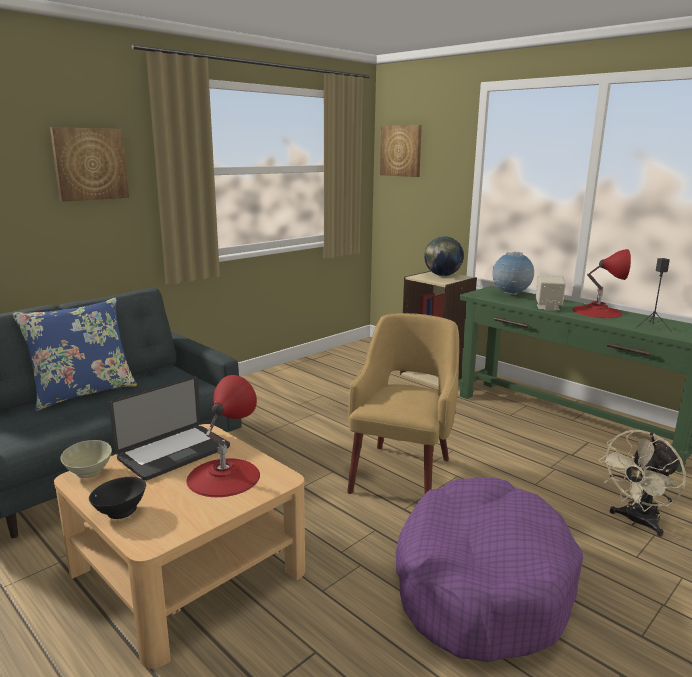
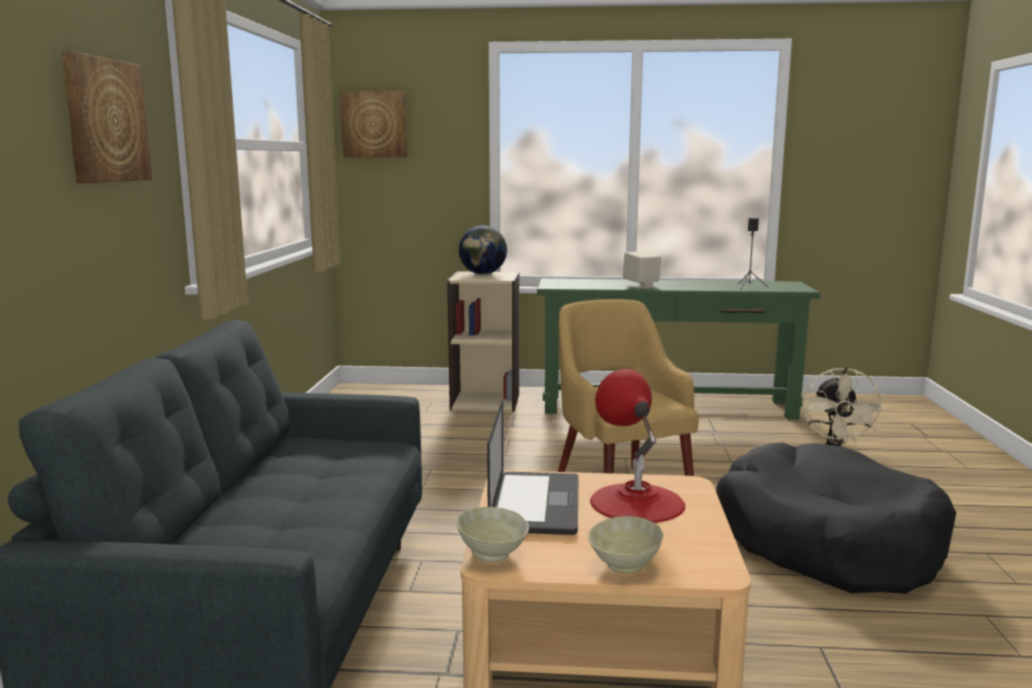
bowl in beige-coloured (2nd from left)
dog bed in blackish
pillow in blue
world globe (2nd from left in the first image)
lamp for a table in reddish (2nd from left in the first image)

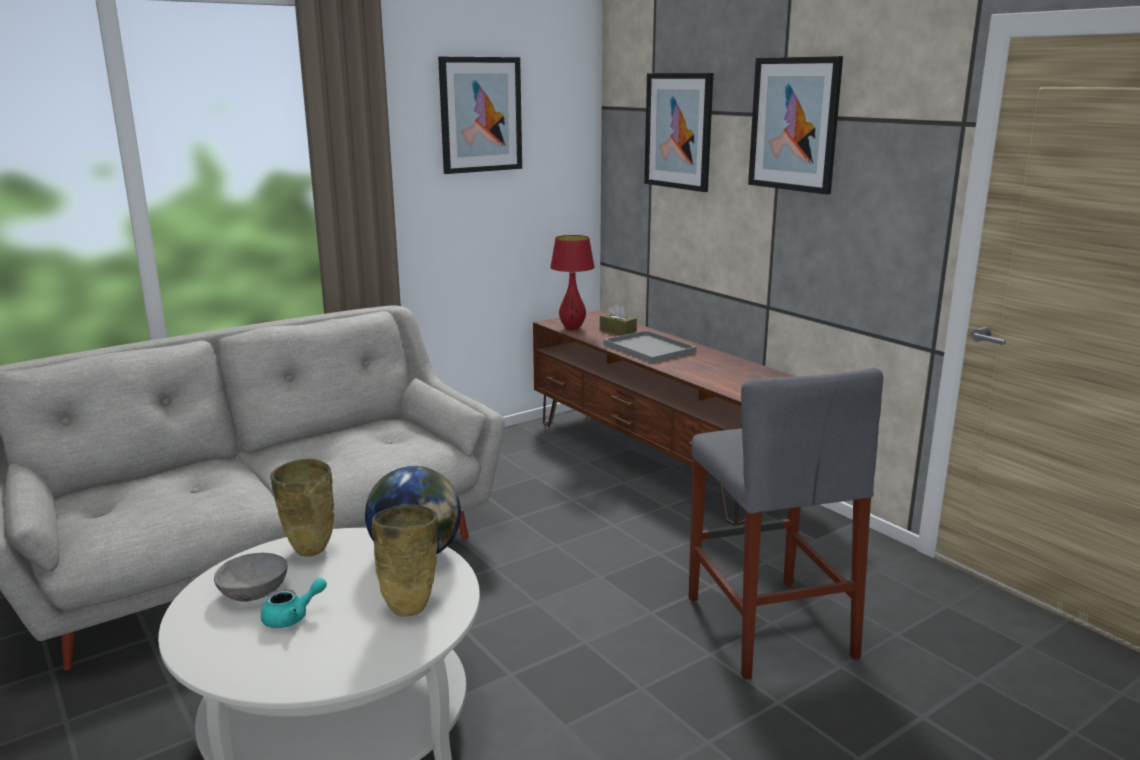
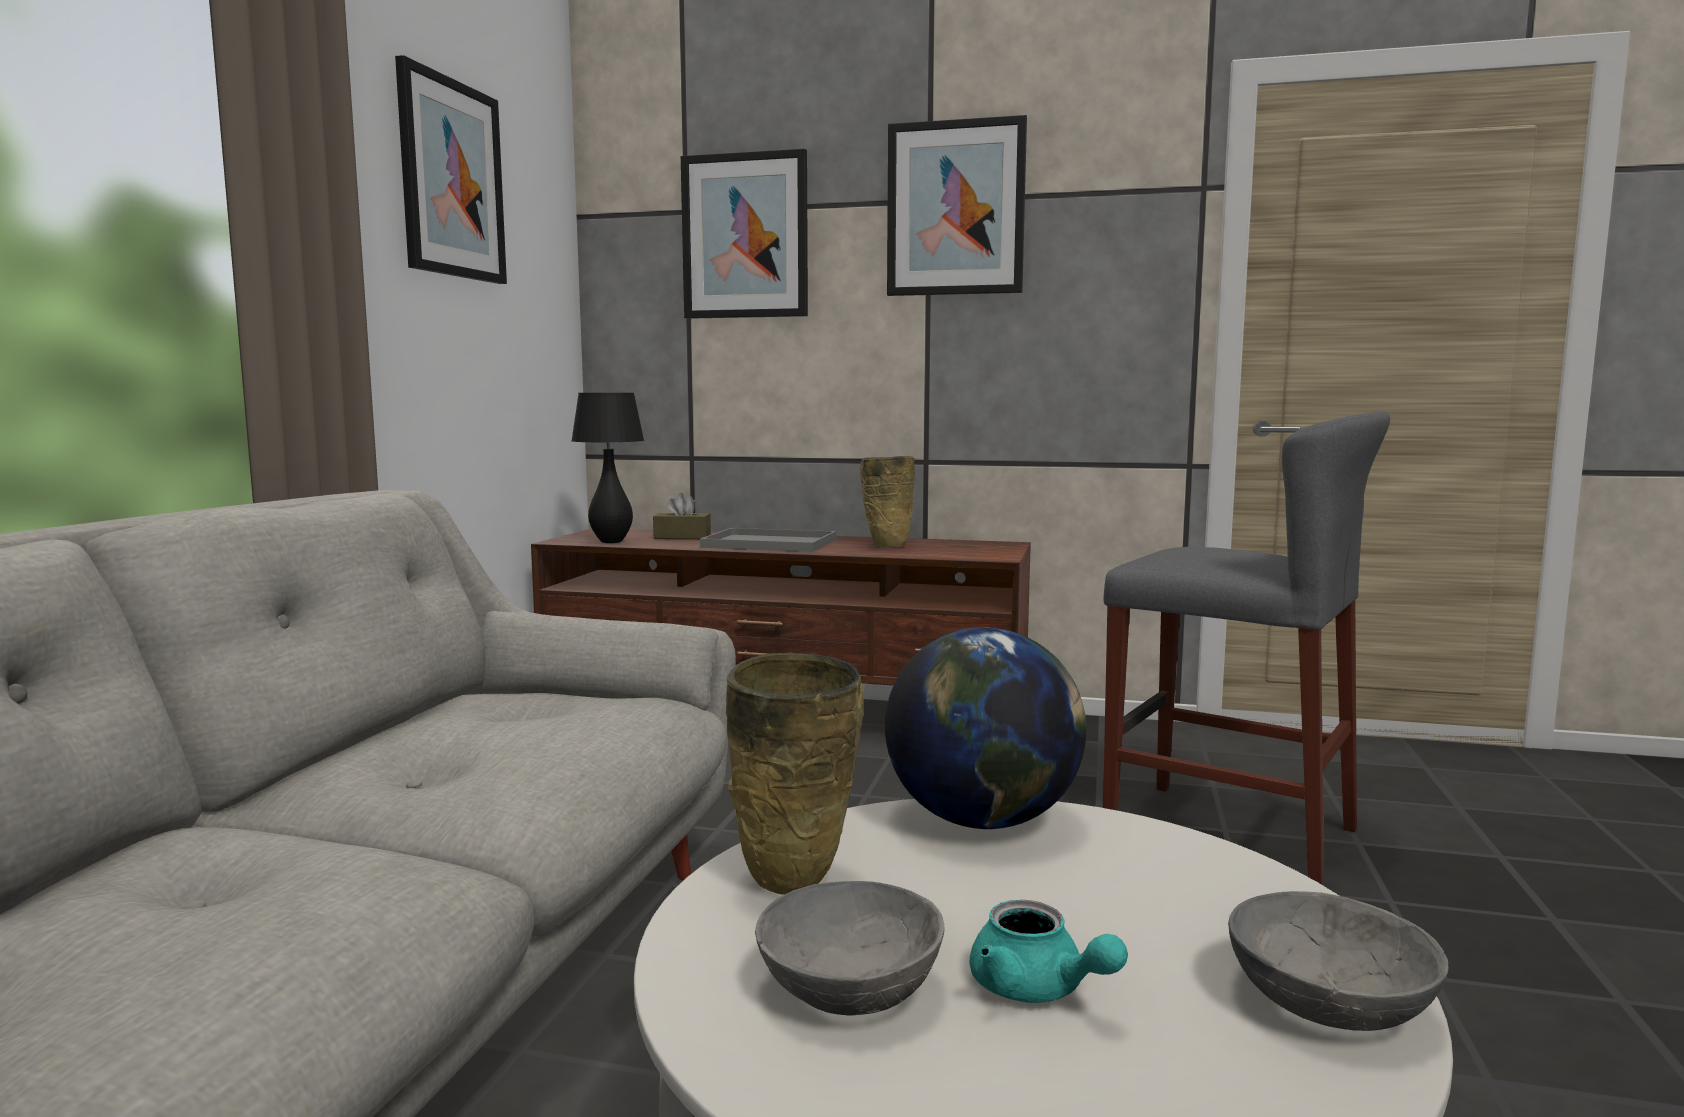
lamp for a table in blackish
flower vase in beige-coloured (2nd from left)
tea pot in turquoise-coloured
bowl in gray (2nd from left)

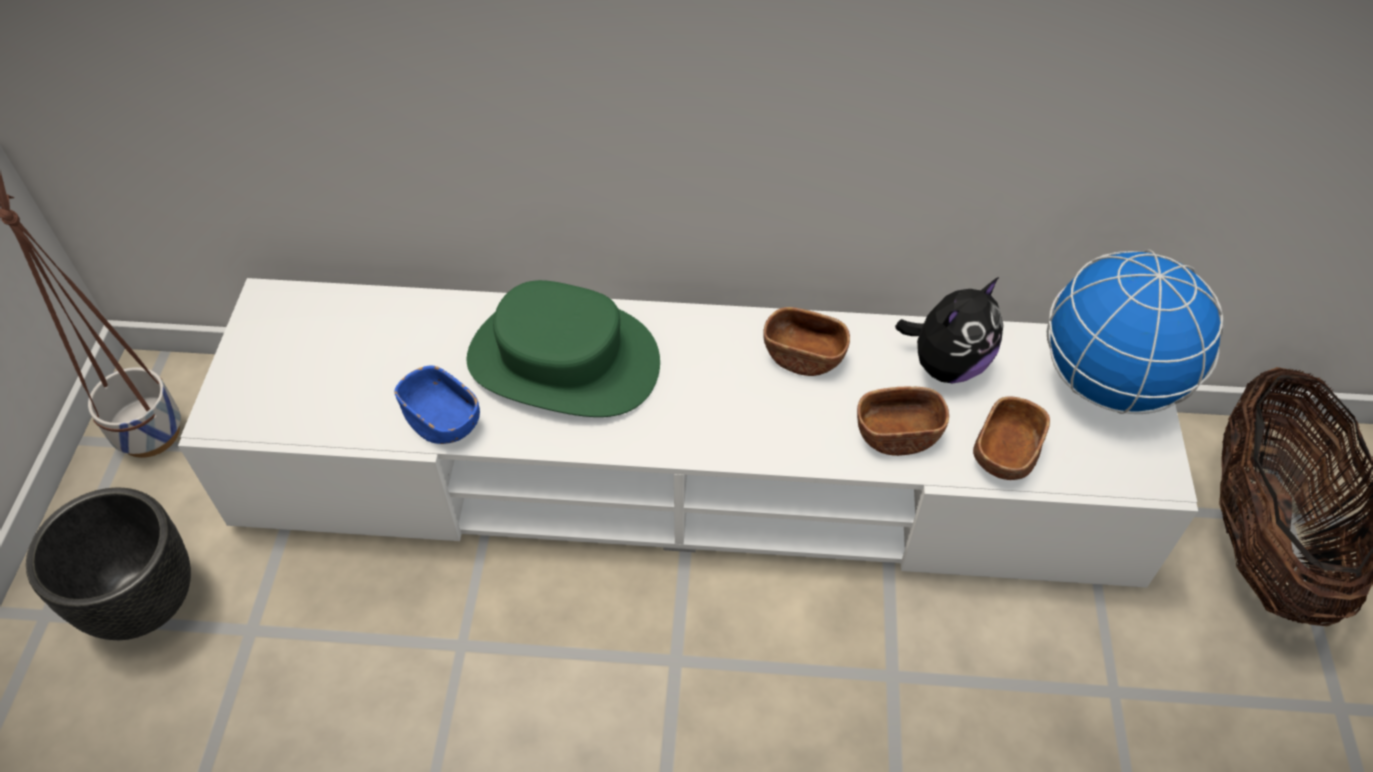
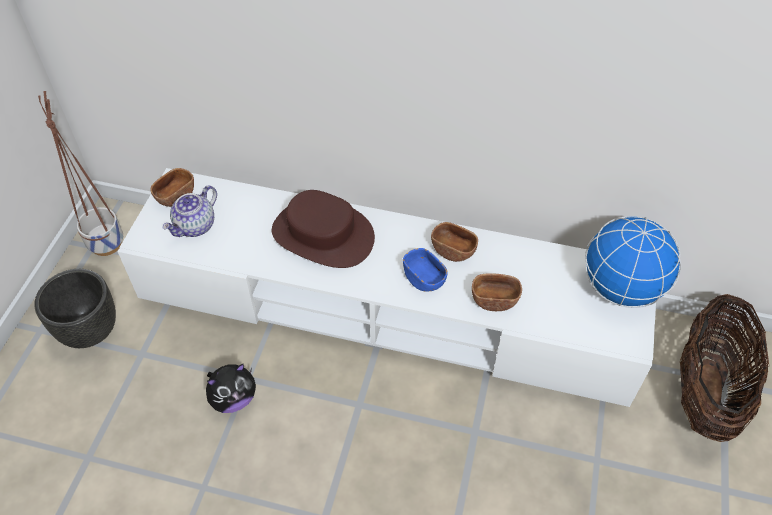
bowl in brown-coloured (1st from left)
tea pot
soft toy
clothing hat in brown-coloured
bowl in blue

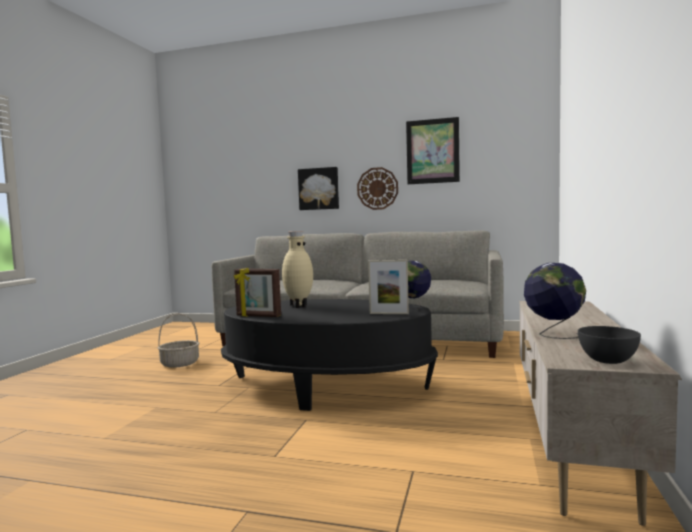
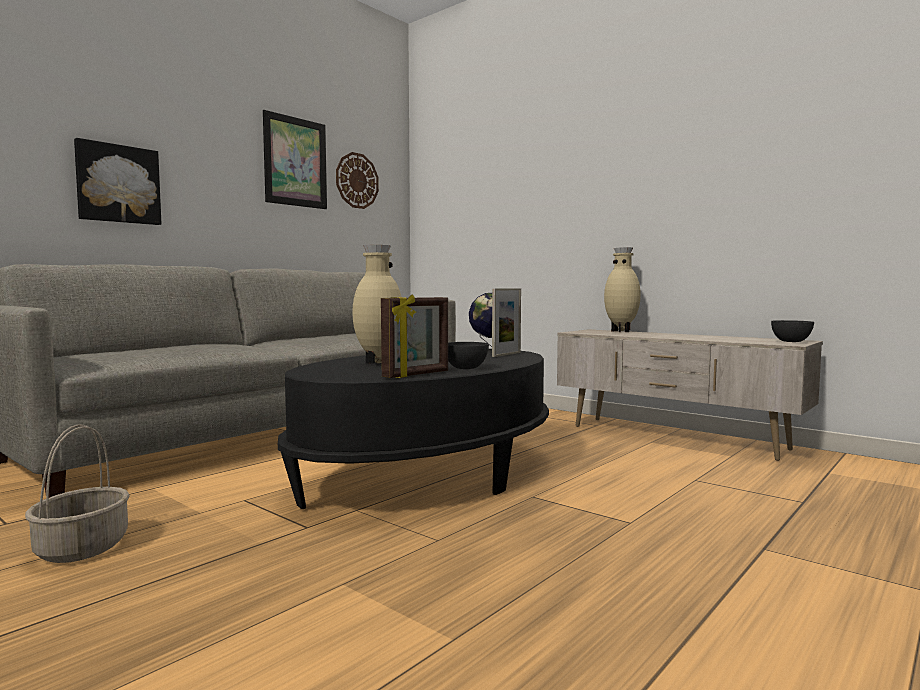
clock on the wall
bowl in gray (1st from left)
flower vase in beige-coloured (2nd from left)
world globe (2nd from left in the first image)

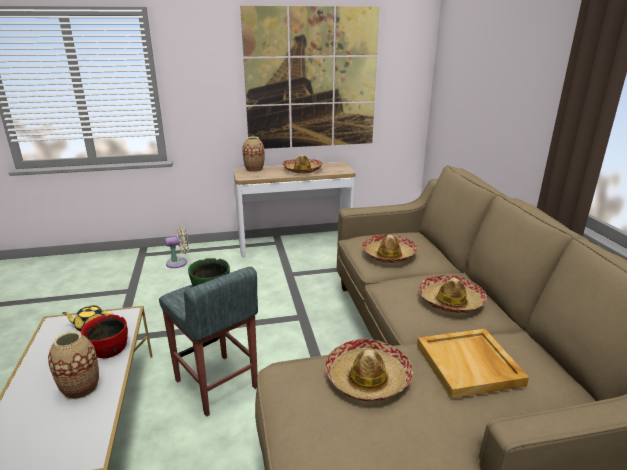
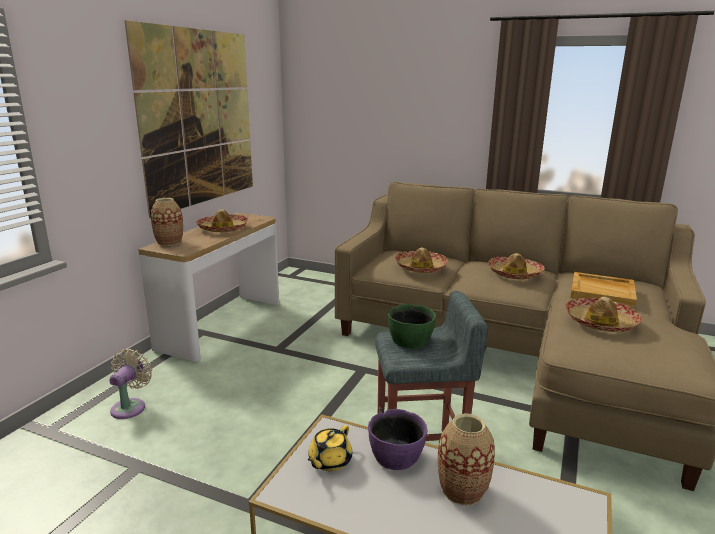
bowl in purple

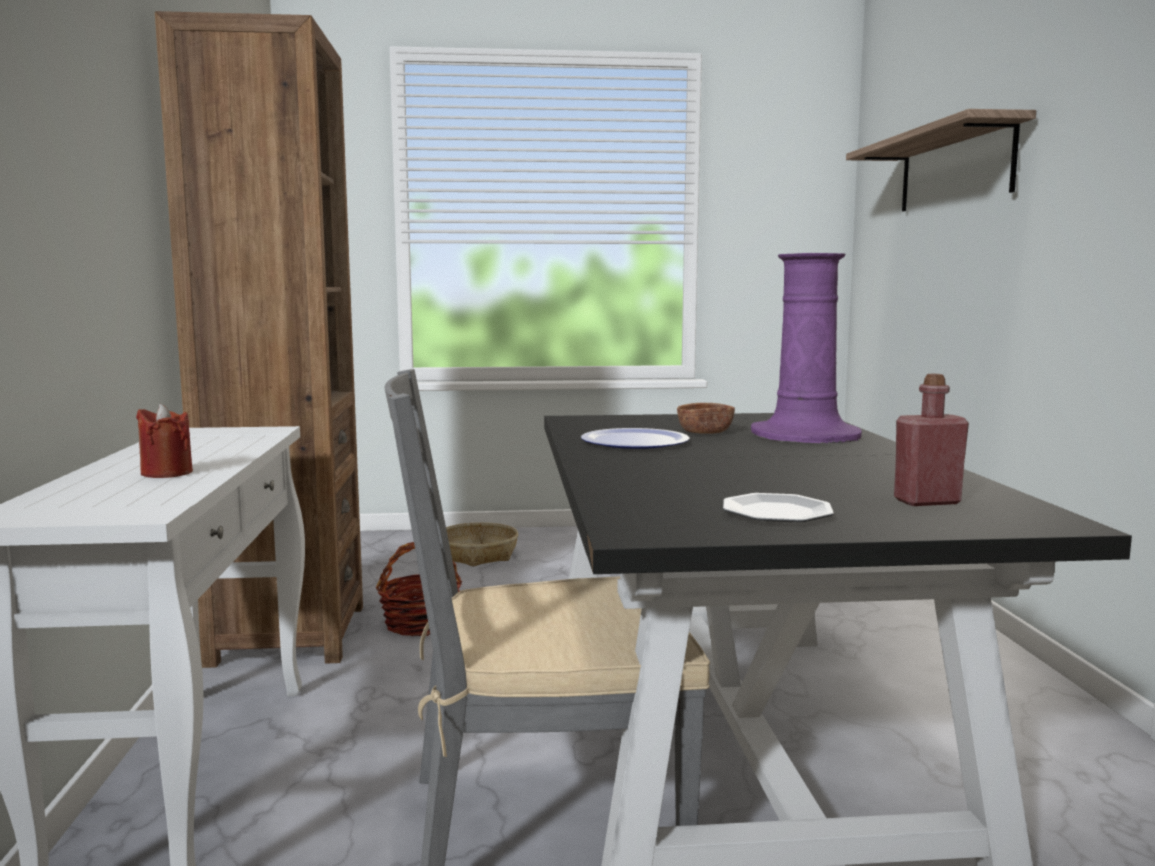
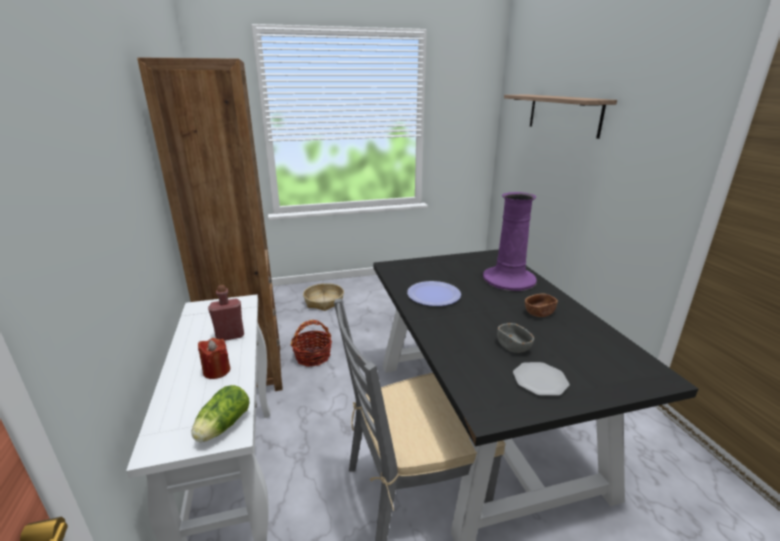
lettuce
beverage bottle in reddish
bowl in gray
bowl in brown-coloured

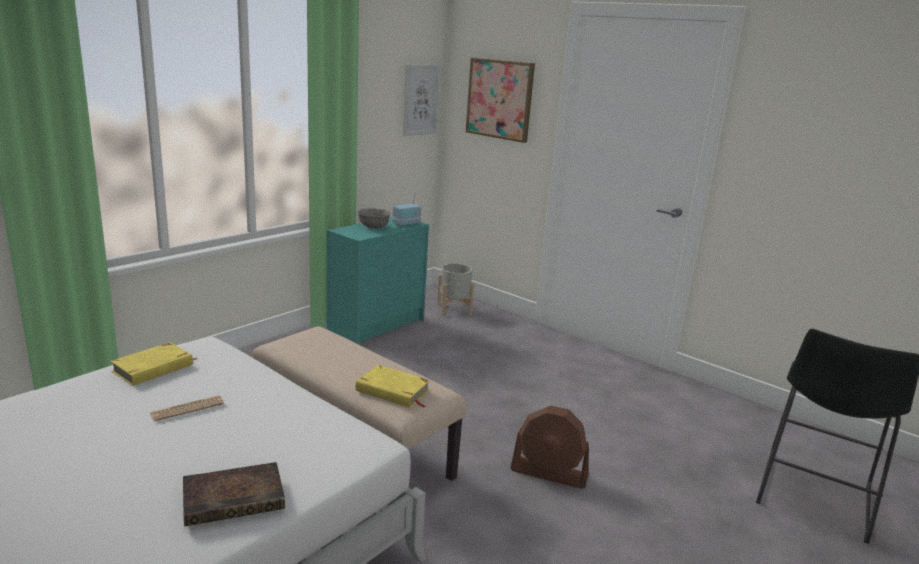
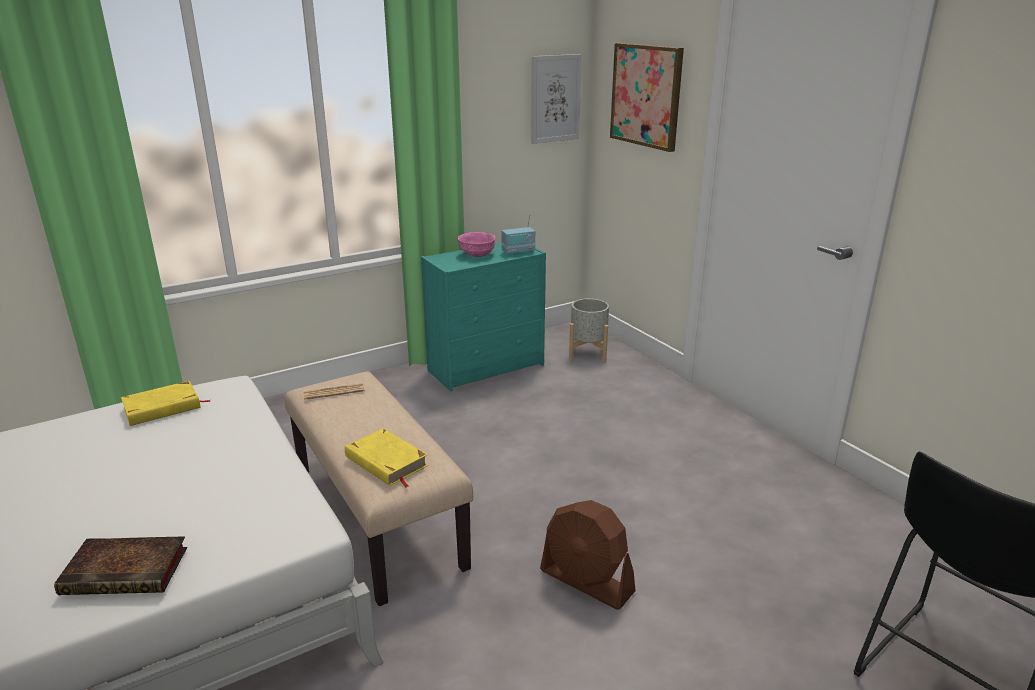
daily paper
bowl in pink

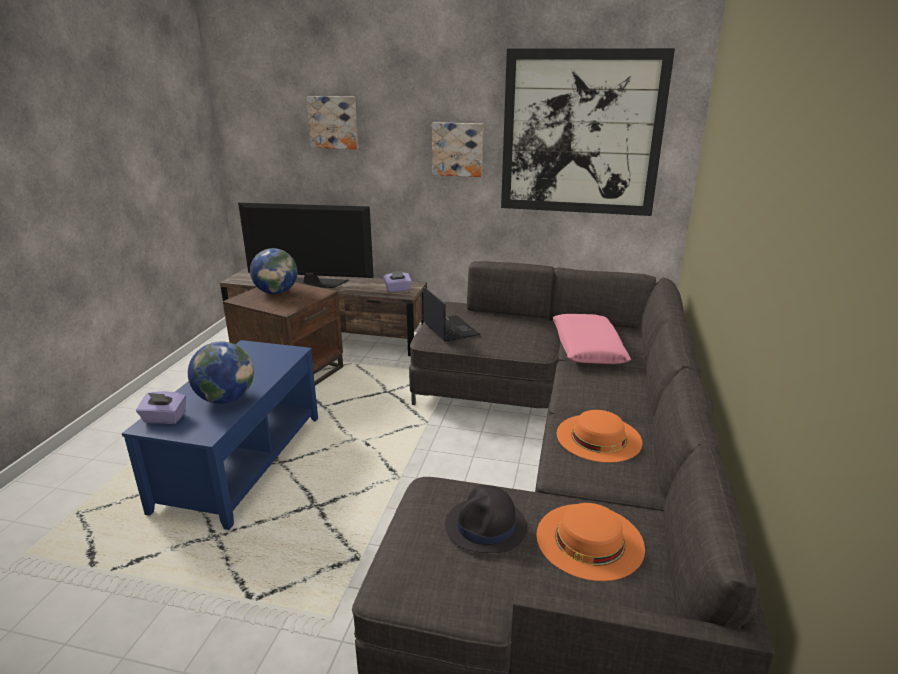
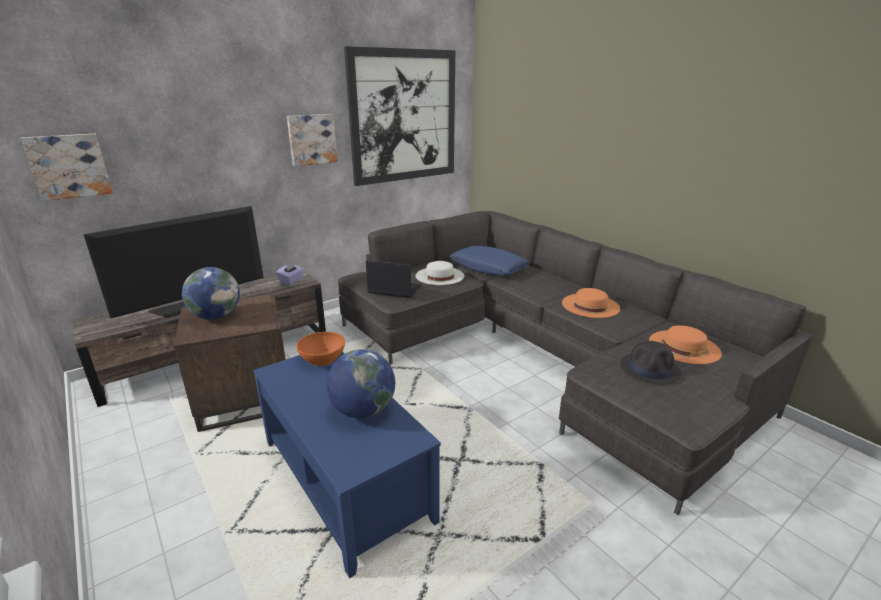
wall picture (1st from left)
bowl in orange
clothing hat in white-coloured
pillow in blue
box of tissues in purple (1st from left in the first image)

